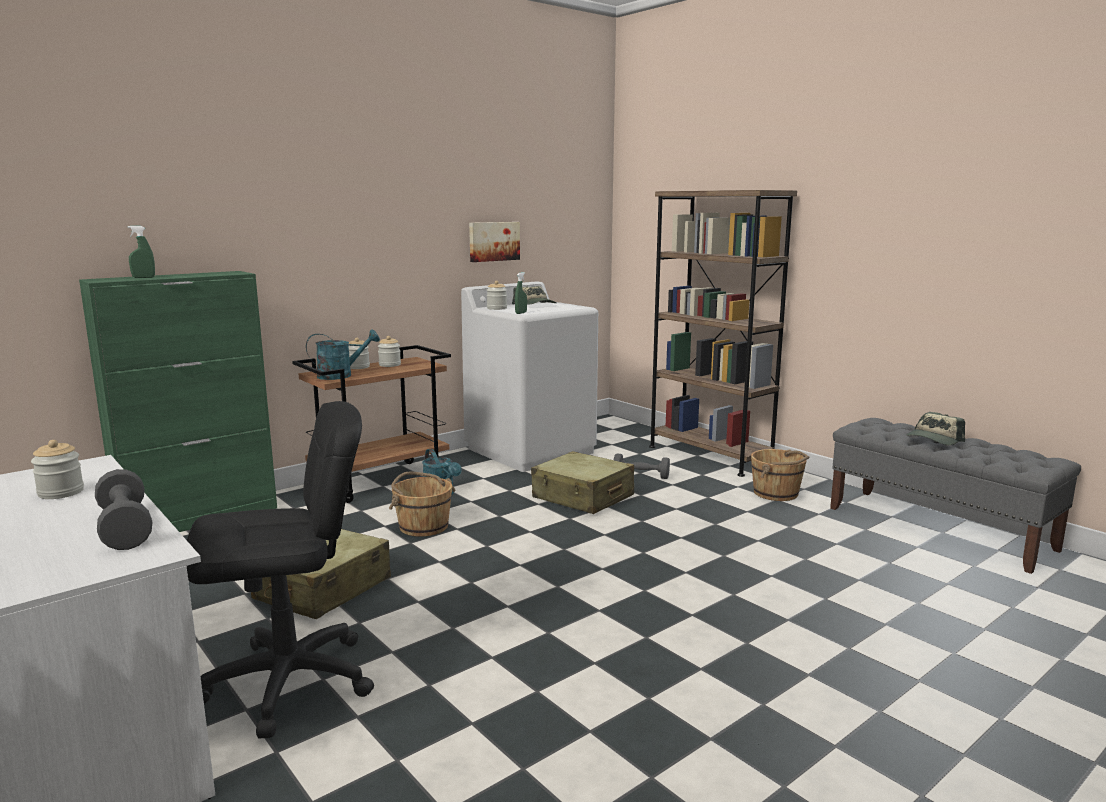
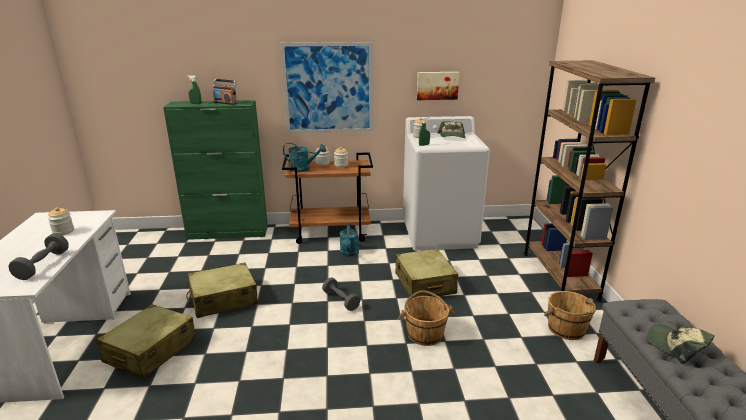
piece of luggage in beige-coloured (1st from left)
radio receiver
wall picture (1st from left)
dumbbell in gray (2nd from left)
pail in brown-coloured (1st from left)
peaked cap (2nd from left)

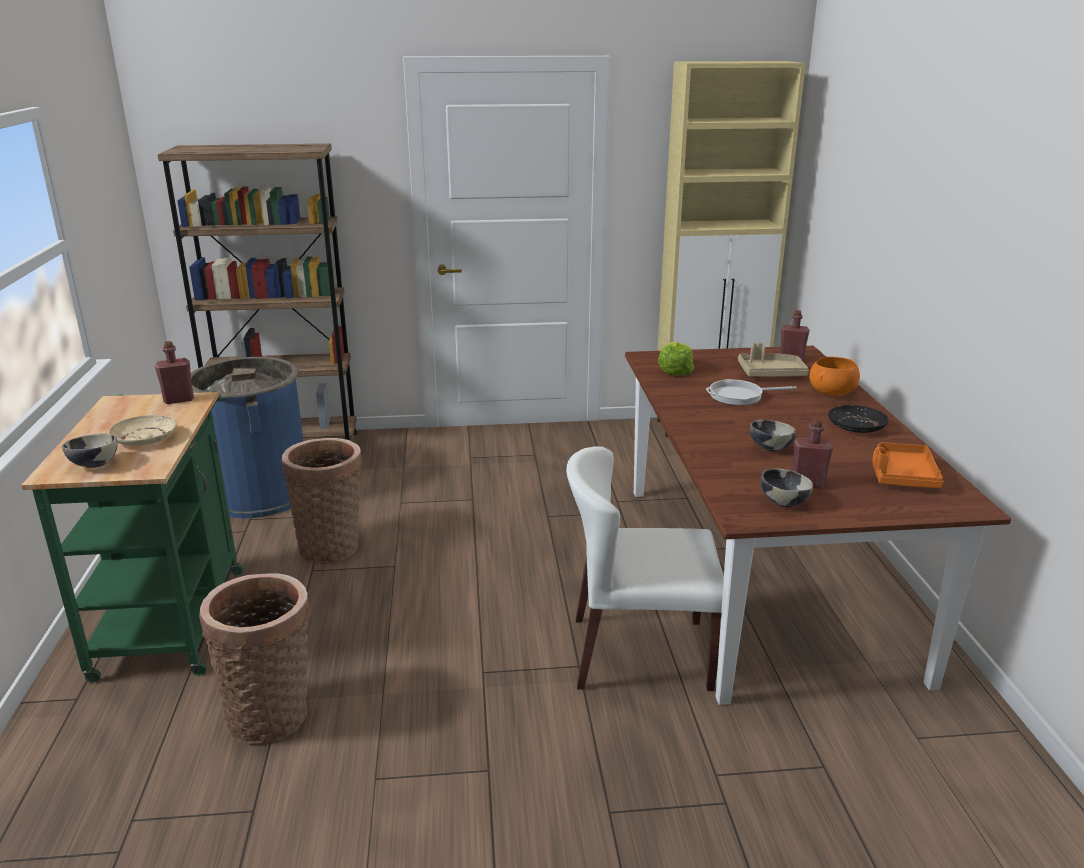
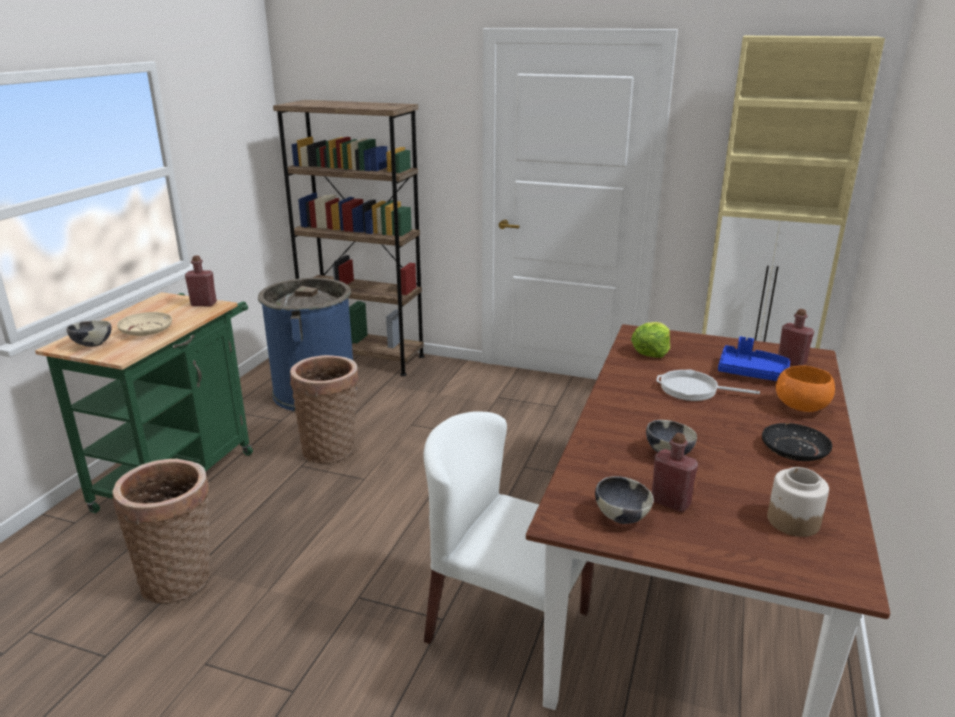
serving tray in blue
preserve jar

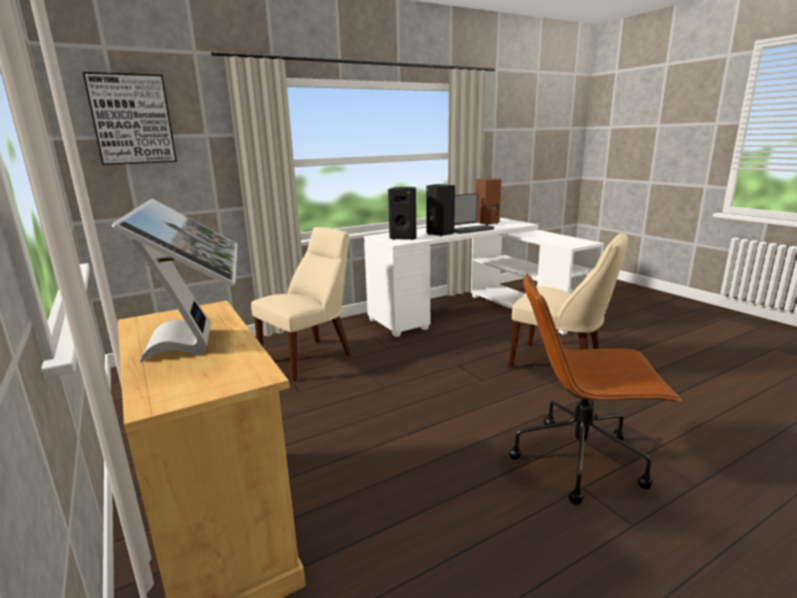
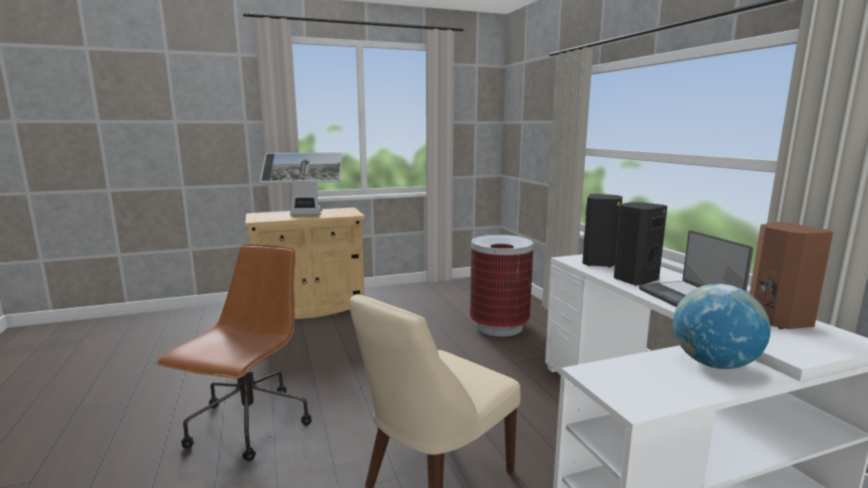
trash can
world globe
wall picture

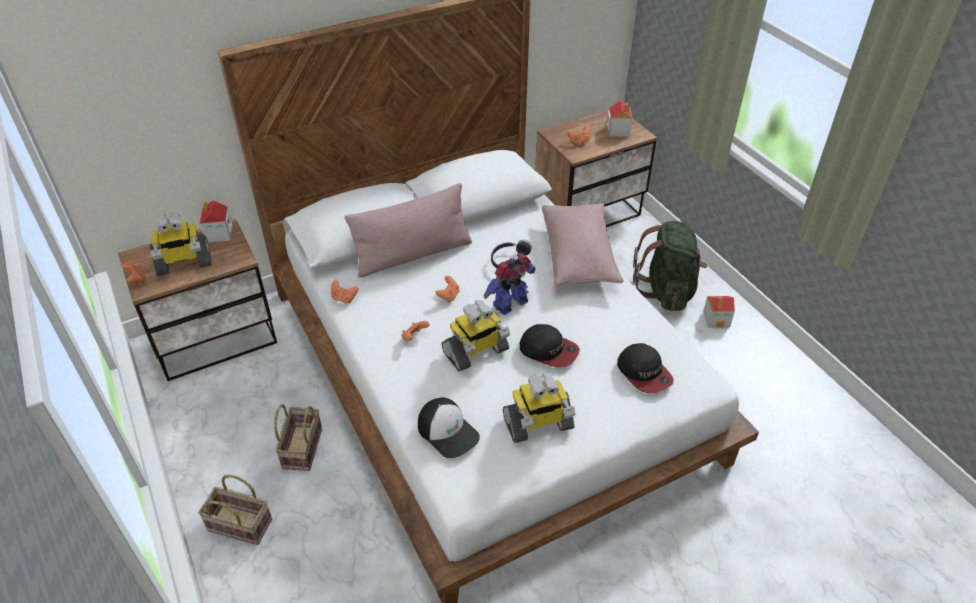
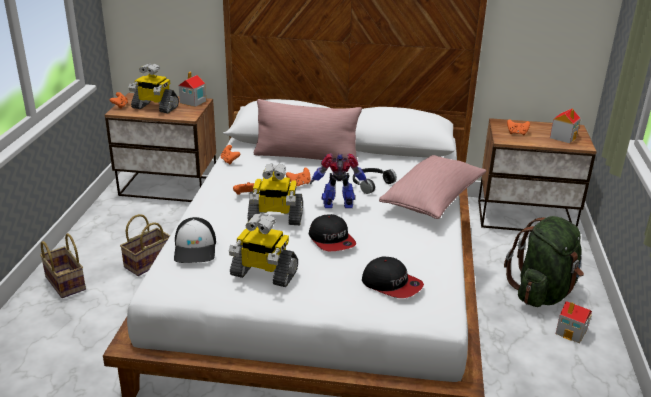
peaked cap (3rd from left)

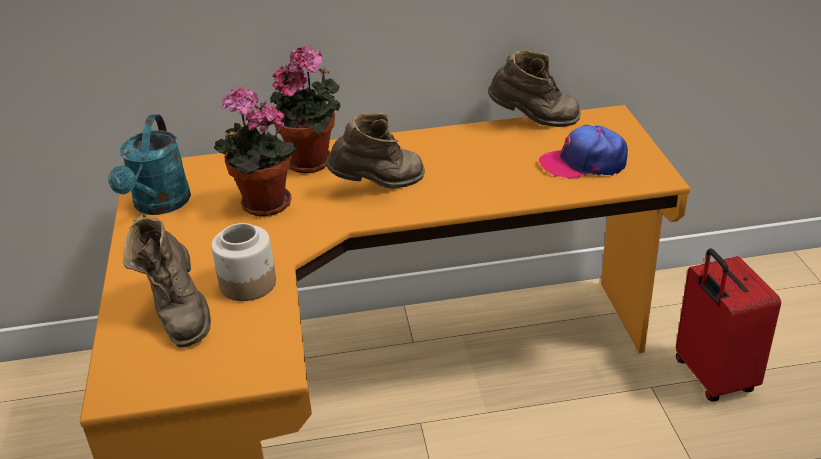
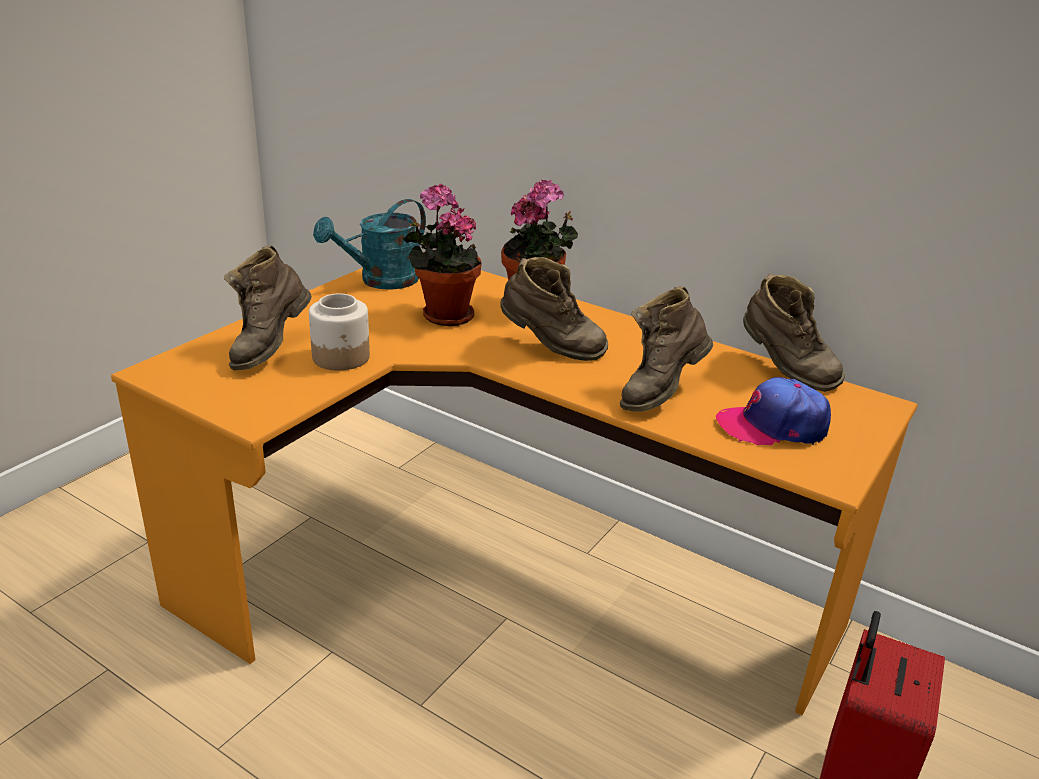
high-top boot in brown-coloured (3rd from left)
peaked cap

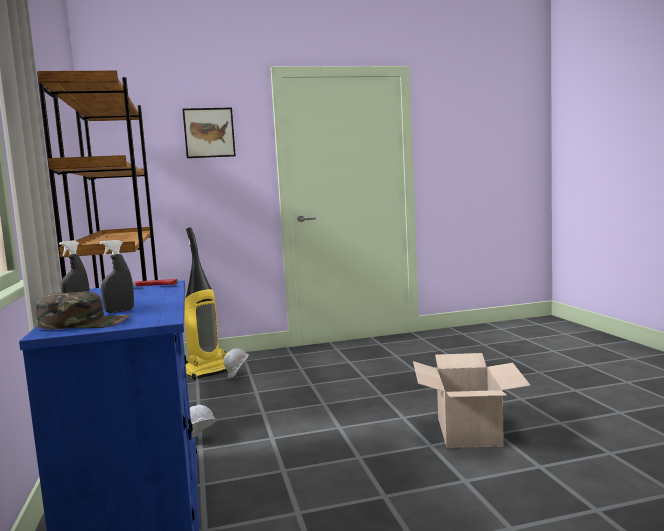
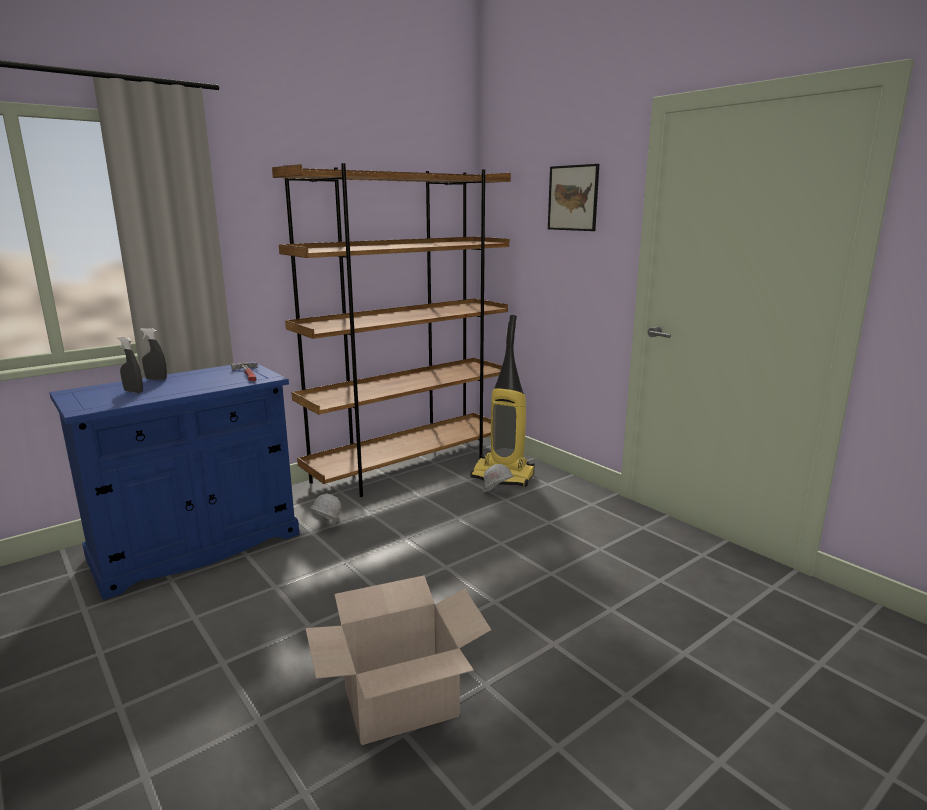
peaked cap in green-coloured

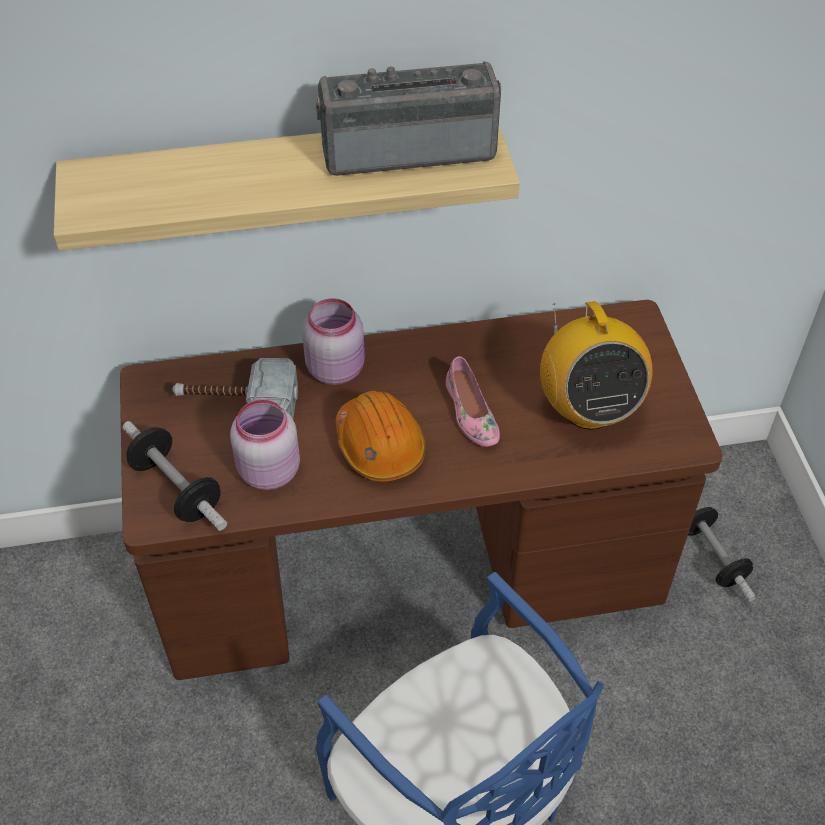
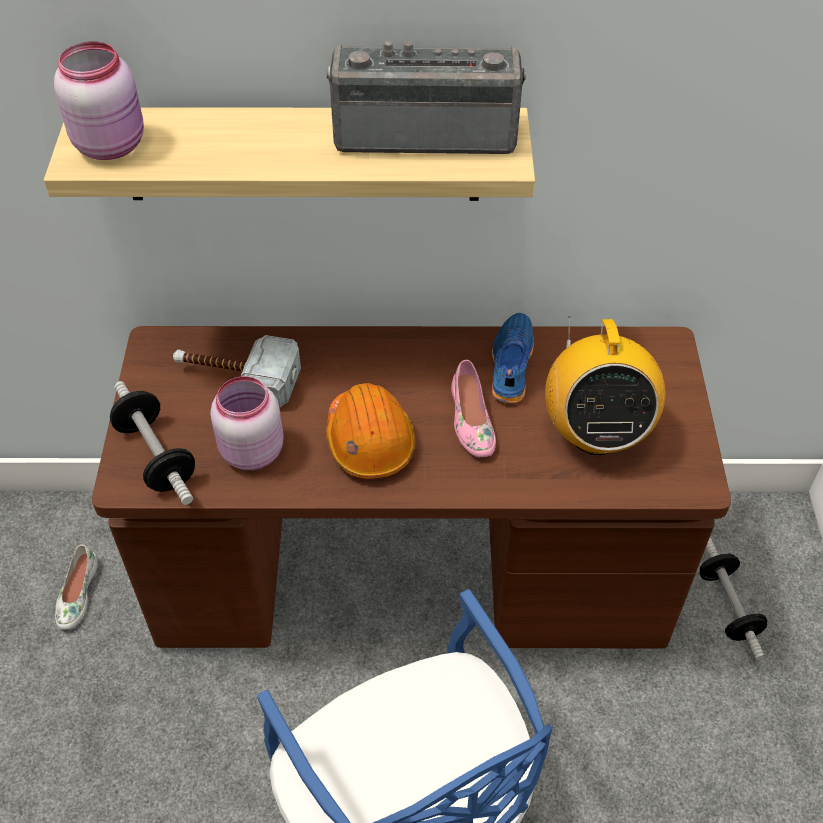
preserve jar in pink (1st from left)
item of footwear in white-coloured
item of footwear in blue

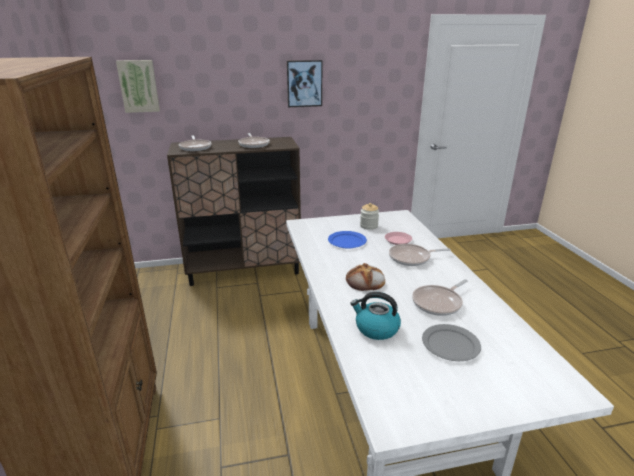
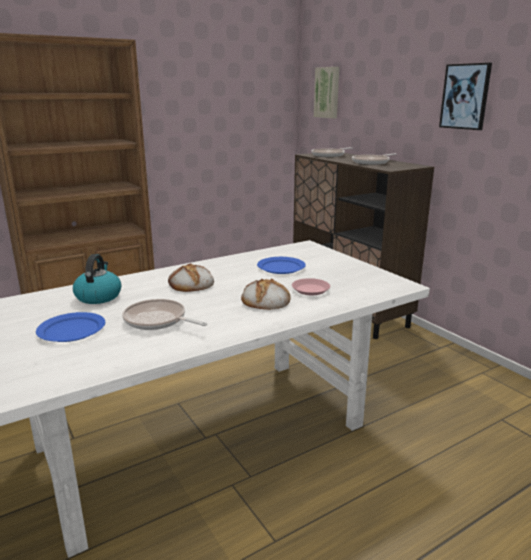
dinner plate in blue (1st from left)
bakery bread (2nd from left)
preserve jar

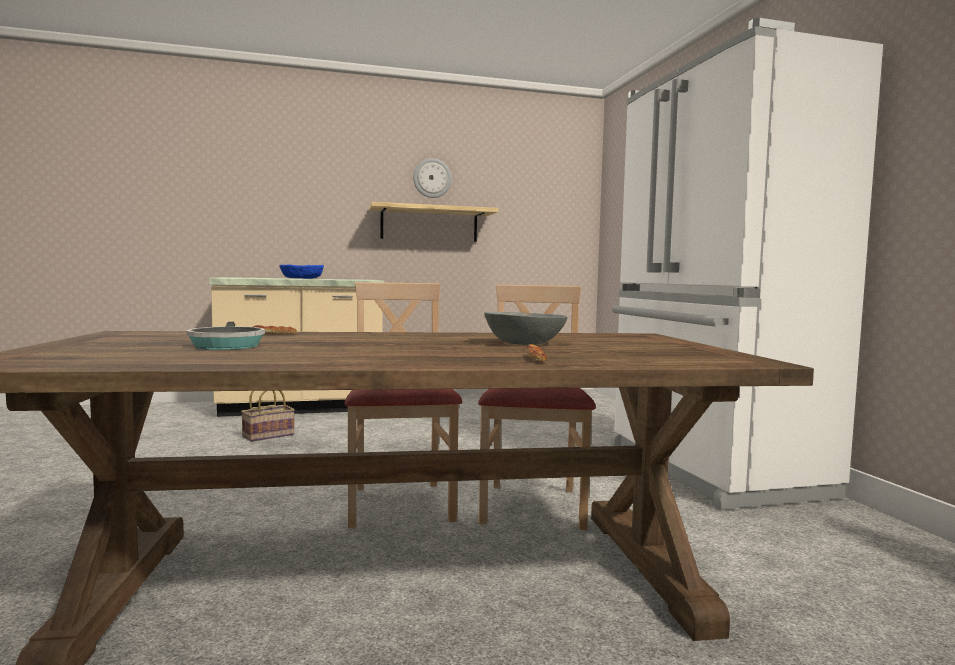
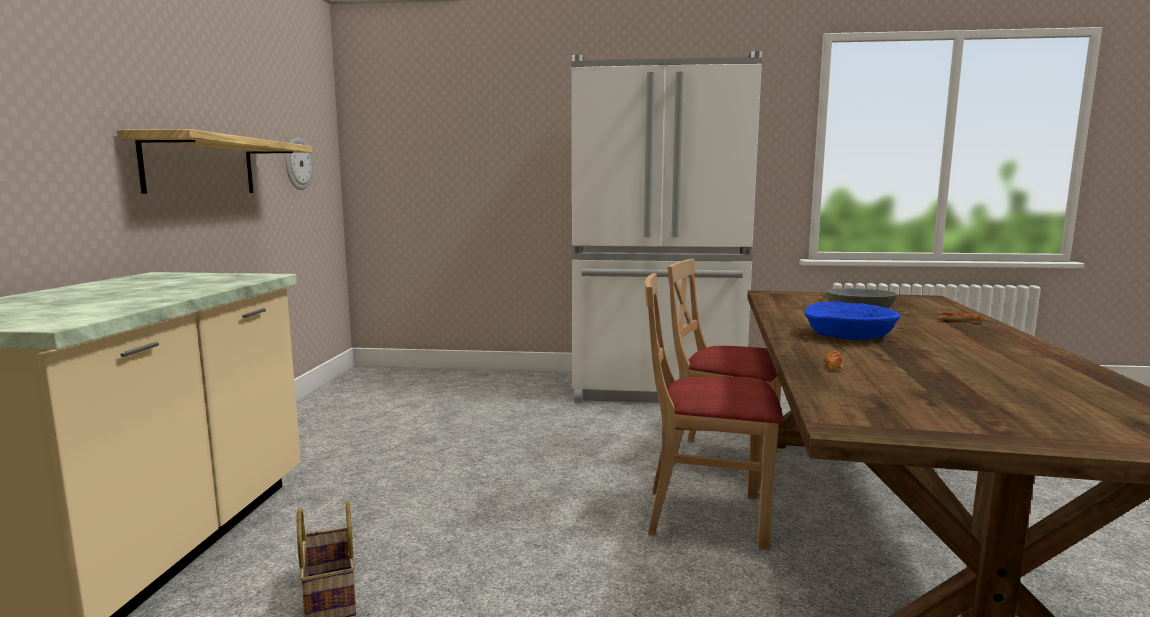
clock on the wall
bowl in blue
skillet

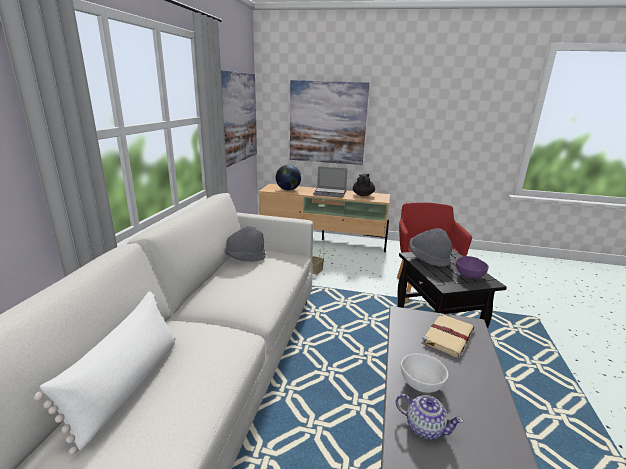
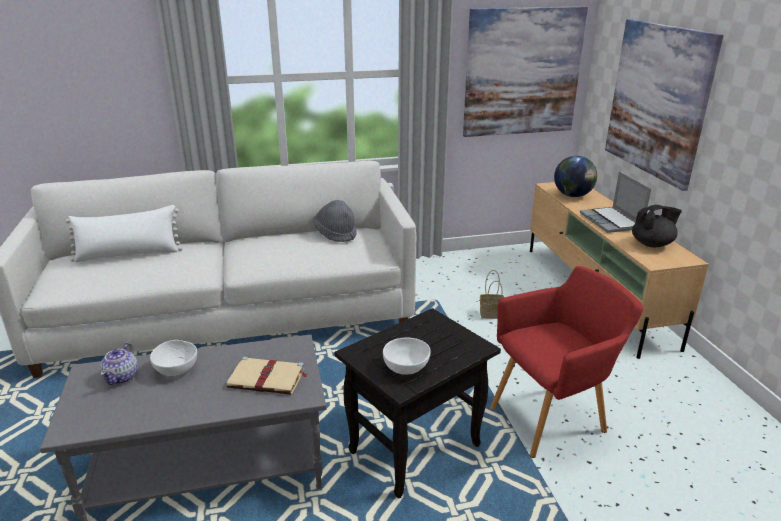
bowl in white-coloured (2nd from left)
clothing hat in gray (2nd from left in the first image)

